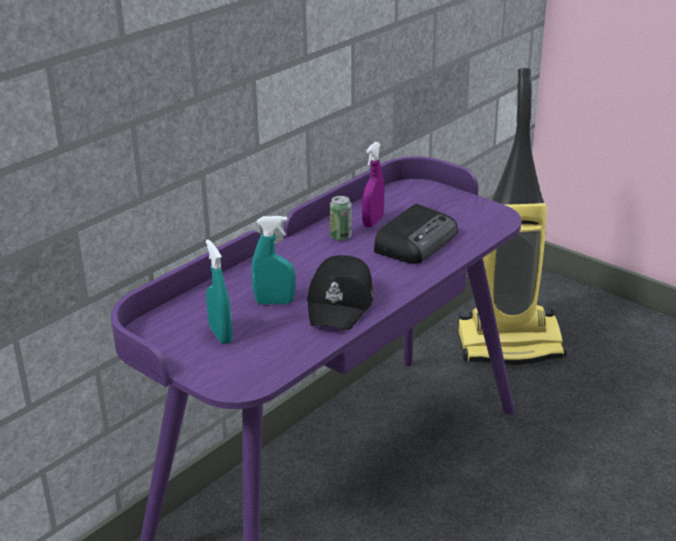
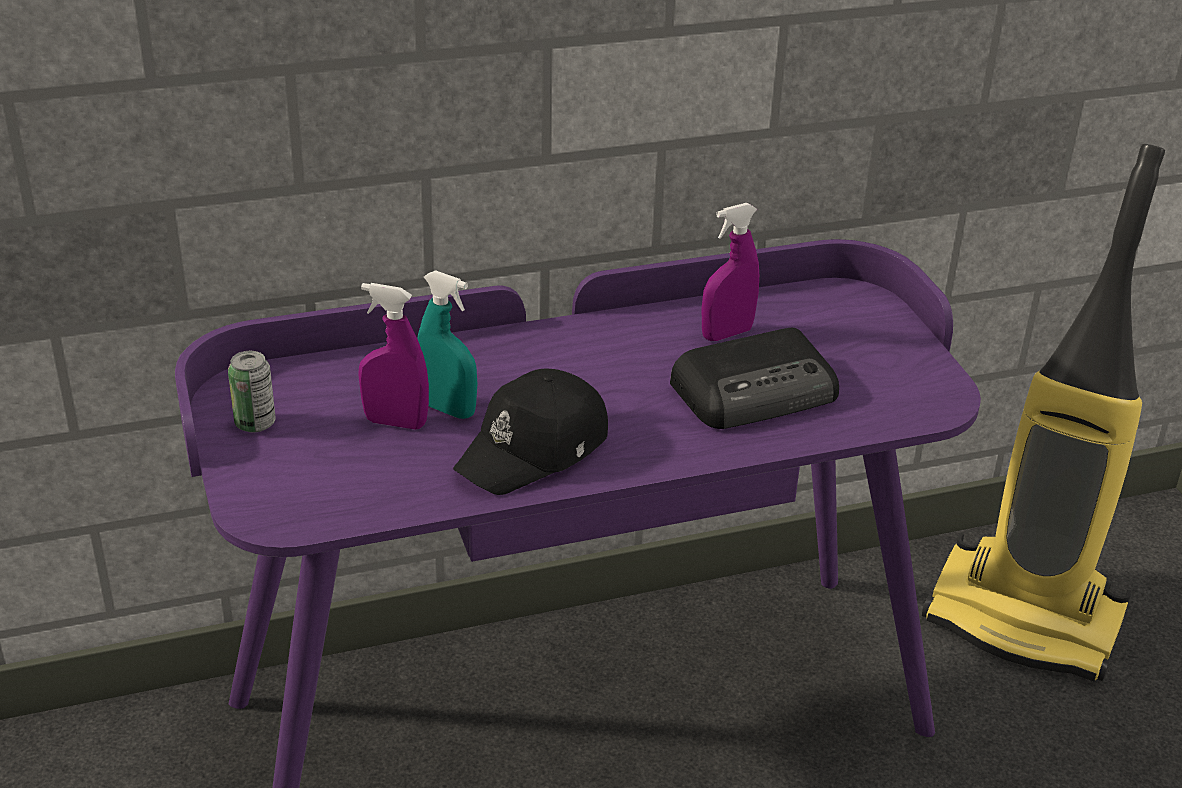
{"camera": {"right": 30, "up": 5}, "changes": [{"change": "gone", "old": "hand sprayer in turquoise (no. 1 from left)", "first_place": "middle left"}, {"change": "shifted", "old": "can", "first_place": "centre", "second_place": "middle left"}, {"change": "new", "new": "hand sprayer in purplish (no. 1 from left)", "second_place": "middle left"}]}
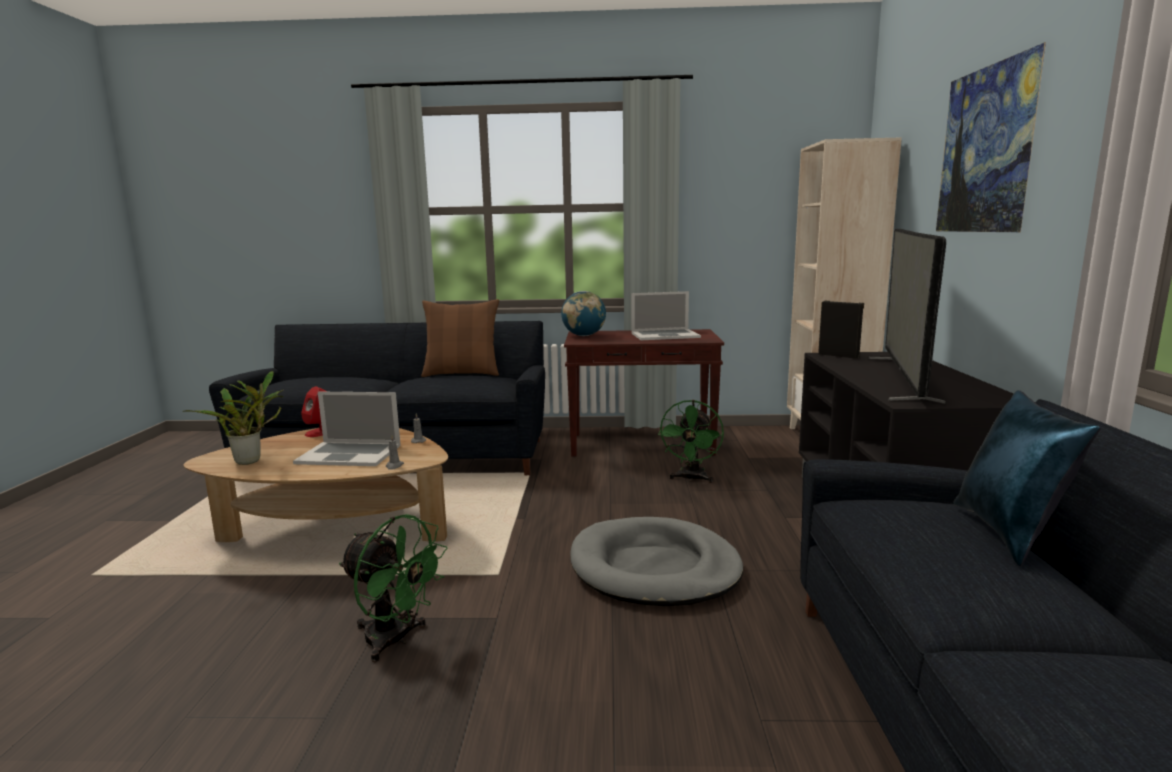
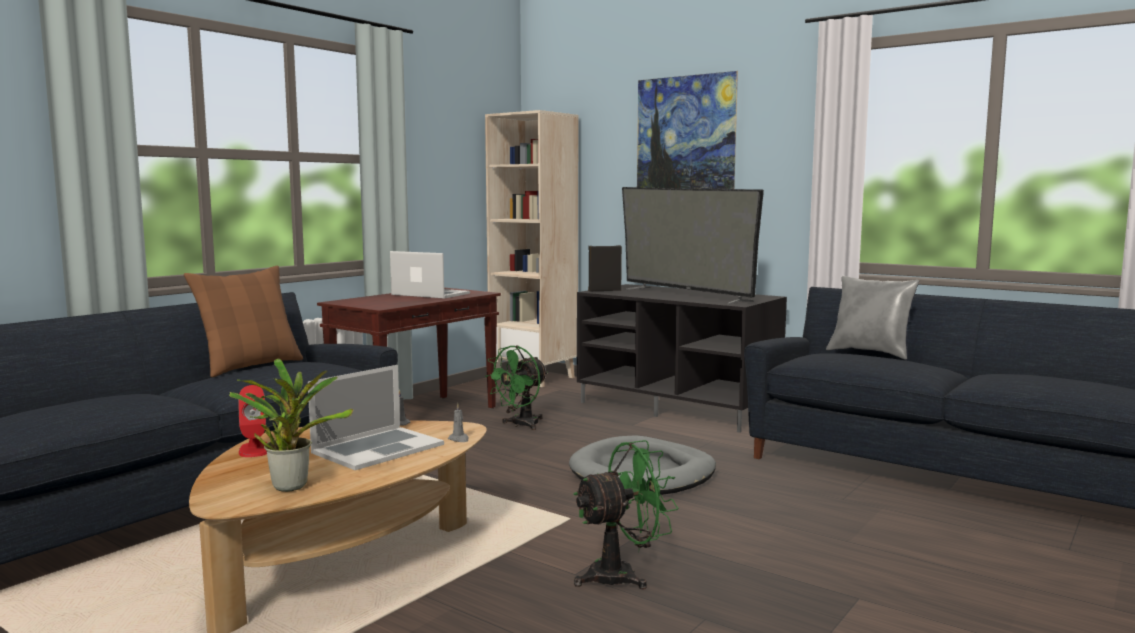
{"camera": {"right": -55, "up": -5}, "changes": [{"change": "gone", "old": "desk globe", "first_place": "centre"}, {"change": "rotated", "old": "notebook computer (no. 2 from left)", "first_place": "centre", "second_place": "centre", "degrees": -90}, {"change": "rotated", "old": "fan in green (no. 2 from left in the first image)", "first_place": "centre", "second_place": "centre", "degrees": 75}, {"change": "repainted", "old": "cushion in blue-coloured", "new": "cushion in greyish", "first_place": "middle right", "second_place": "middle right"}]}
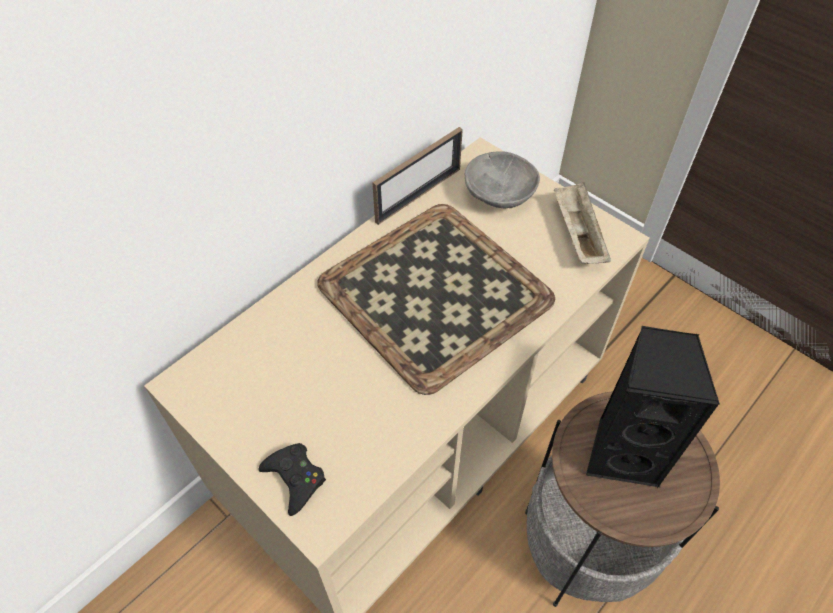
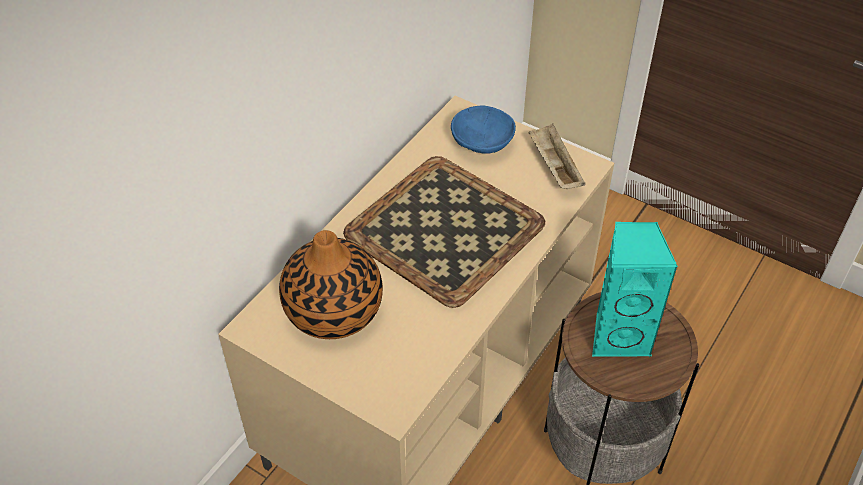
{"camera": {"right": -10, "up": -5}, "changes": [{"change": "gone", "old": "game controller in black", "first_place": "bottom centre"}, {"change": "gone", "old": "standing frame", "first_place": "top centre"}, {"change": "repainted", "old": "deep dish in greyish", "new": "deep dish in blue-coloured", "first_place": "top centre", "second_place": "top centre"}, {"change": "repainted", "old": "audio speaker in black", "new": "audio speaker in turquoise", "first_place": "middle right", "second_place": "middle right"}, {"change": "new", "new": "decorative vase", "second_place": "centre"}]}
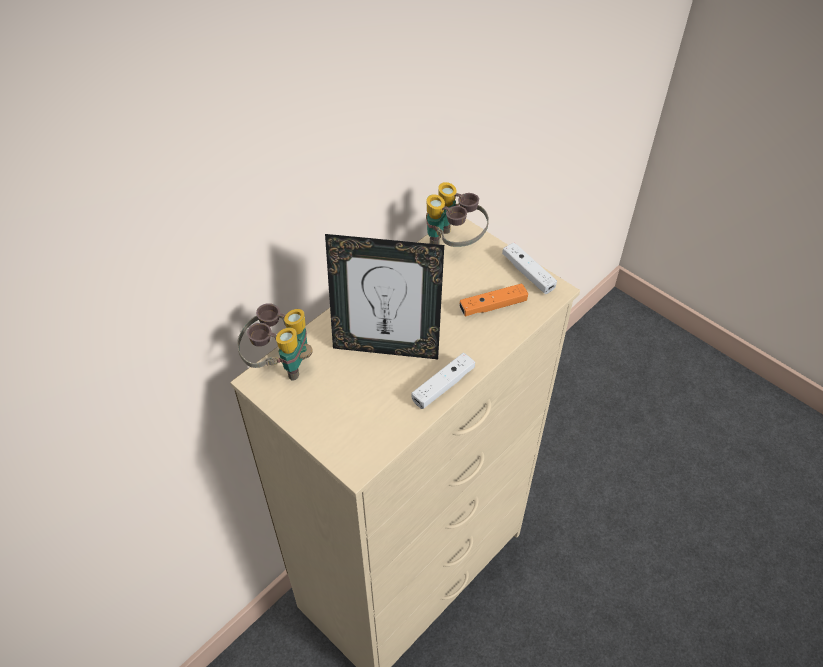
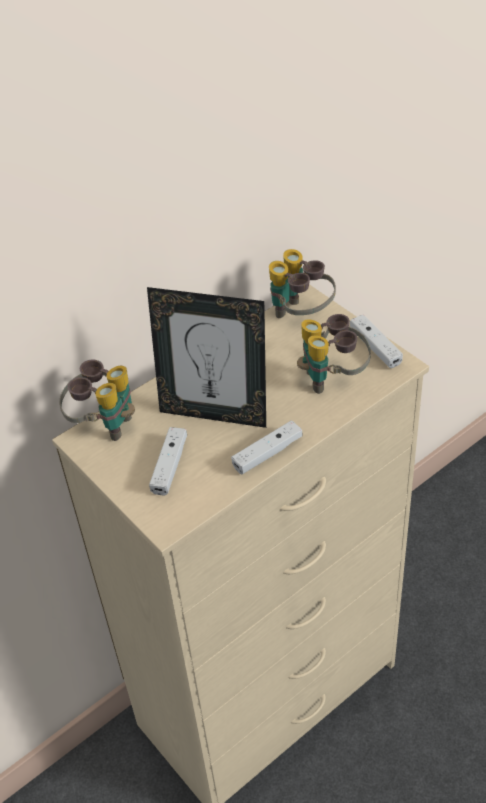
{"camera": {"right": 10, "up": -5}, "changes": [{"change": "swapped", "old": "game controller in orangey", "new": "pair of binoculars (no. 3 from left)", "first_place": "centre", "second_place": "middle right"}, {"change": "new", "new": "game controller in whitish (no. 1 from left)", "second_place": "centre"}]}
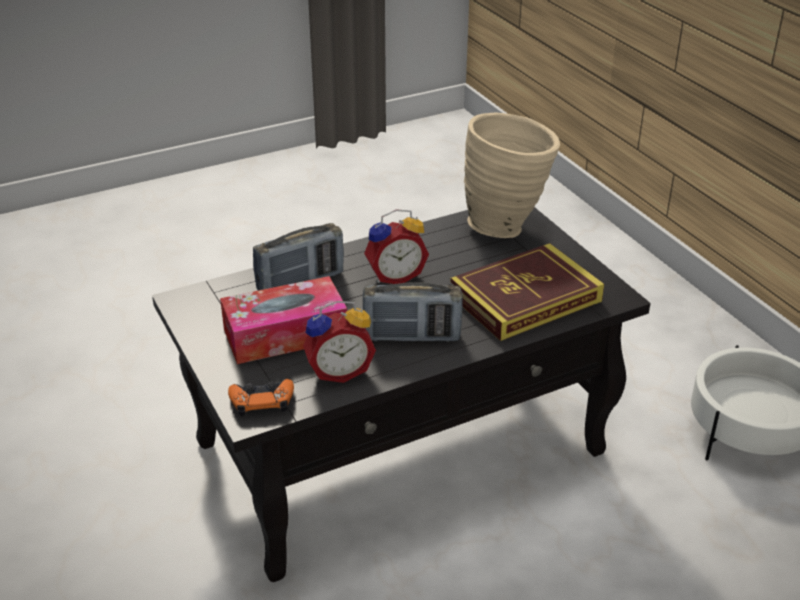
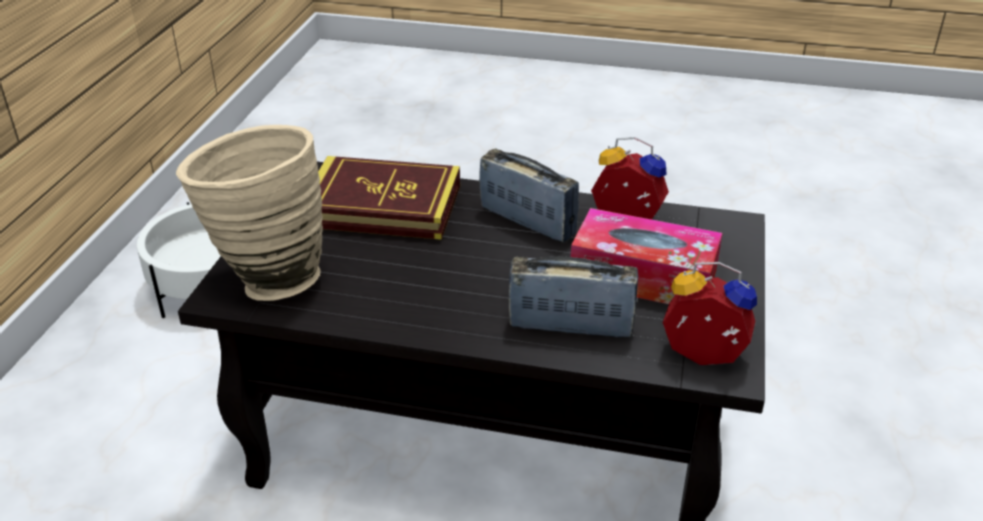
{"camera": {"right": -140, "up": 0}, "changes": [{"change": "gone", "old": "game controller in orangey", "first_place": "middle left"}, {"change": "shifted", "old": "alarm clock (no. 2 from left)", "first_place": "centre", "second_place": "middle right"}]}
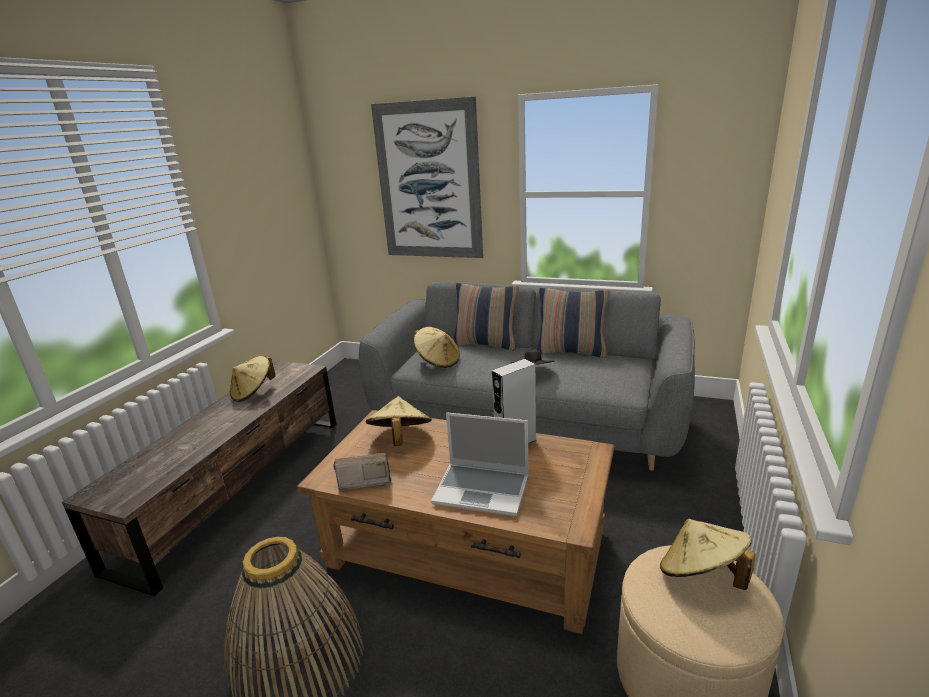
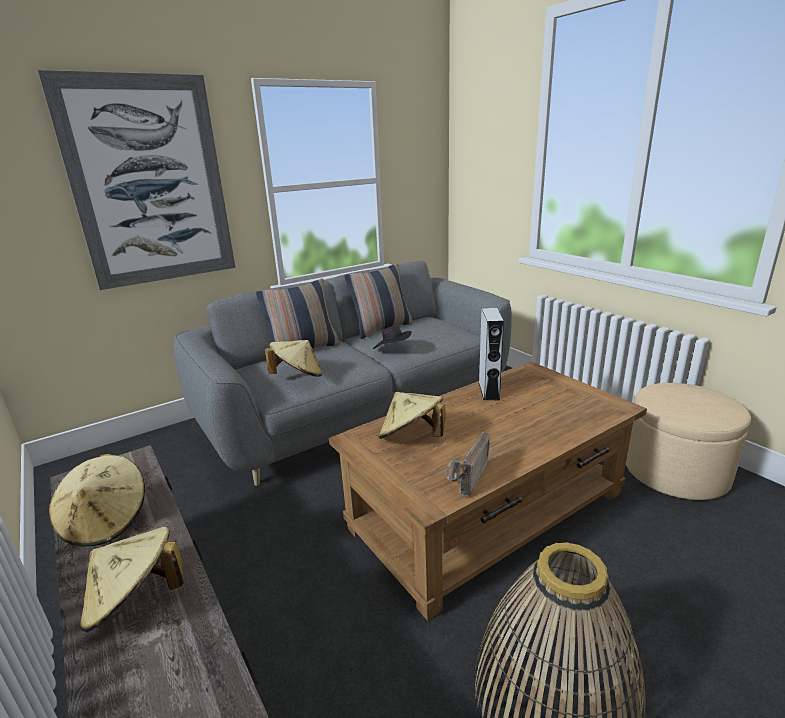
{"camera": {"right": -55, "up": 0}, "changes": [{"change": "gone", "old": "notebook computer", "first_place": "centre"}, {"change": "shifted", "old": "clothing hat in beige-coloured (no. 4 from left in the first image)", "new": "clothing hat in beige-coloured (no. 2 from left)", "first_place": "bottom right", "second_place": "bottom left"}]}
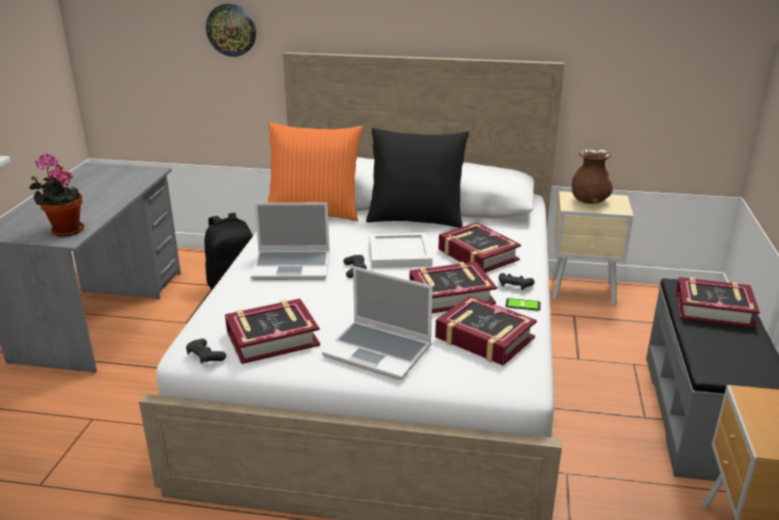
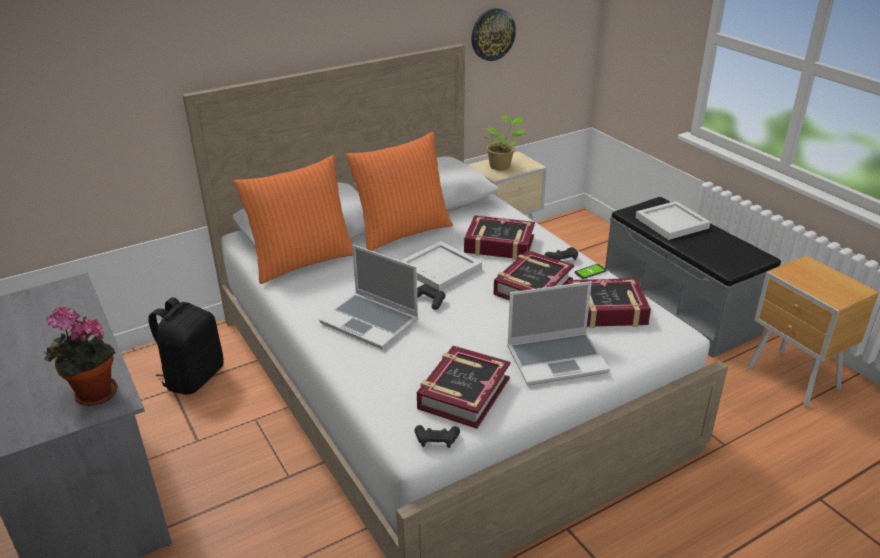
{"camera": {"right": -40, "up": 5}, "changes": [{"change": "shifted", "old": "hanging clock", "first_place": "top left", "second_place": "top centre"}, {"change": "rotated", "old": "notebook computer (no. 1 from left)", "first_place": "centre", "second_place": "centre", "degrees": 75}, {"change": "repainted", "old": "cushion in black", "new": "cushion in orangey (no. 2 from left)", "first_place": "centre", "second_place": "centre"}, {"change": "swapped", "old": "decorative vase in brown-coloured", "new": "houseplant (no. 2 from left)", "first_place": "middle right", "second_place": "top centre"}, {"change": "swapped", "old": "book (no. 5 from left)", "new": "tray in whitish (no. 2 from left)", "first_place": "middle right", "second_place": "middle right"}]}
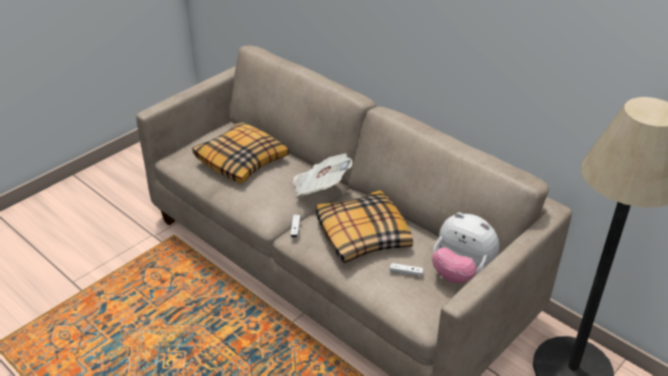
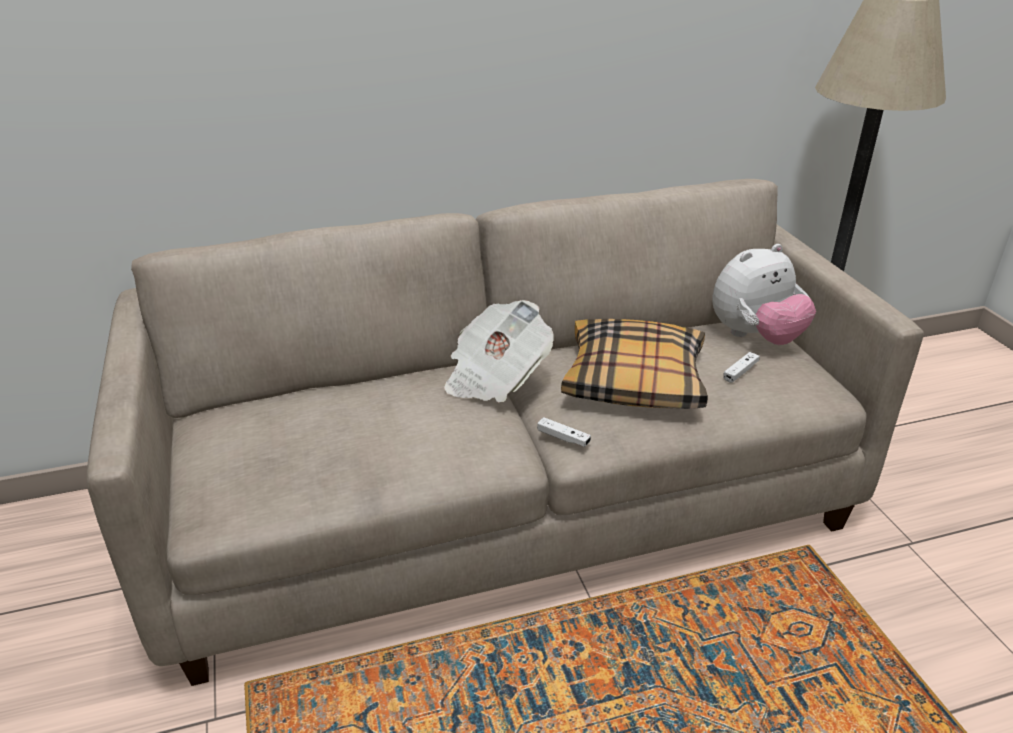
{"camera": {"right": -60, "up": -5}, "changes": [{"change": "gone", "old": "cushion (no. 1 from left)", "first_place": "centre"}]}
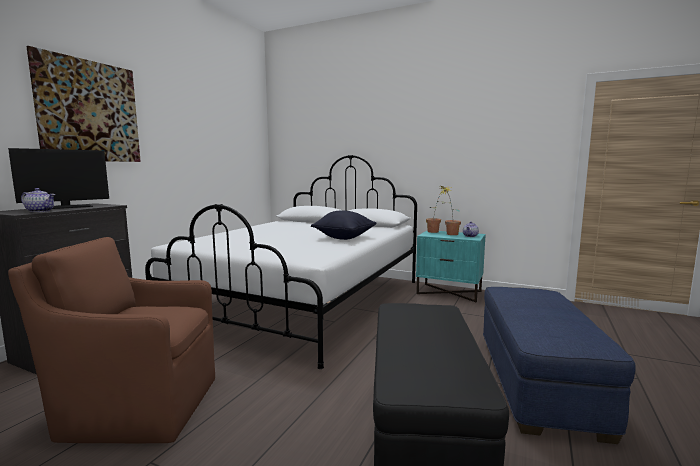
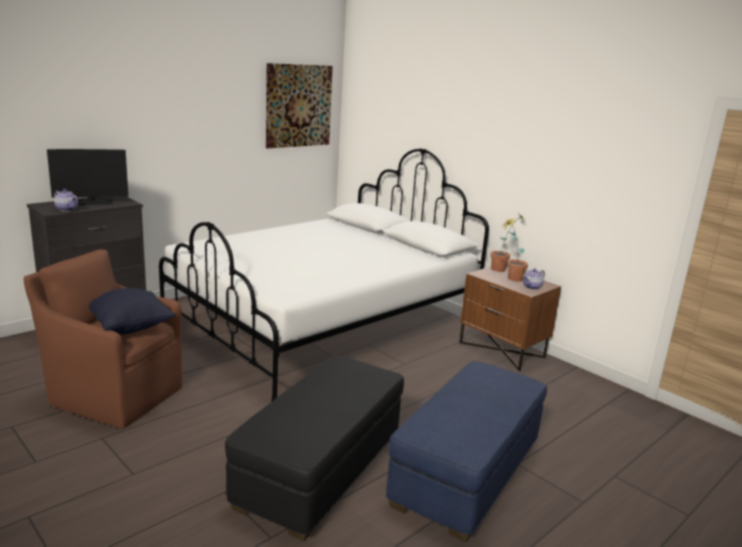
{"camera": {"right": 20, "up": 10}, "changes": [{"change": "shifted", "old": "wall picture", "first_place": "top left", "second_place": "top centre"}, {"change": "shifted", "old": "cushion in black", "first_place": "centre", "second_place": "middle left"}, {"change": "repainted", "old": "bedside table in turquoise", "new": "bedside table in brown-coloured", "first_place": "centre", "second_place": "middle right"}]}
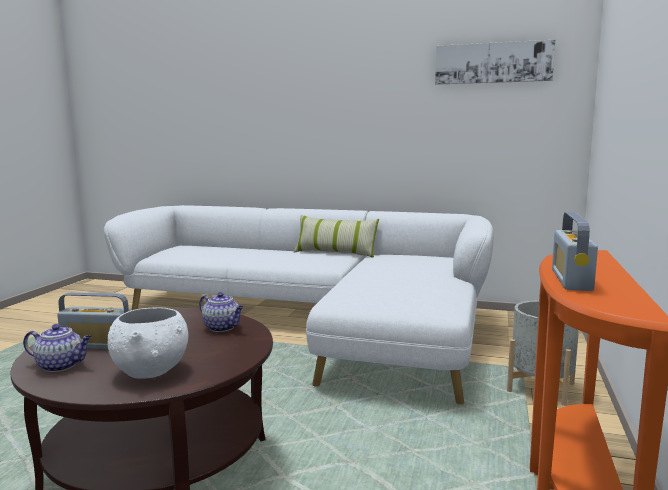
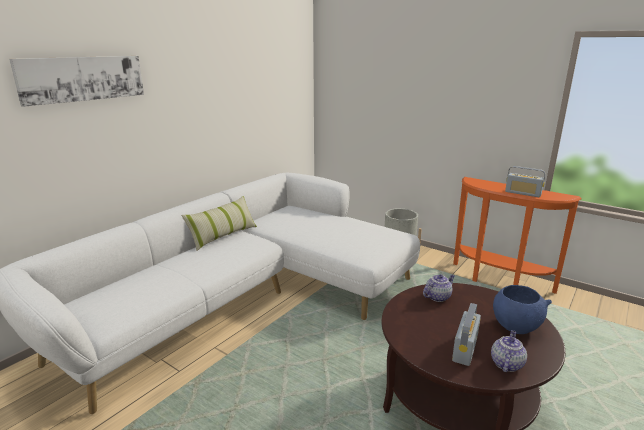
{"camera": {"right": -70, "up": 10}, "changes": [{"change": "repainted", "old": "deep dish in whitish", "new": "deep dish in blue-coloured", "first_place": "bottom left", "second_place": "bottom right"}, {"change": "shifted", "old": "wall picture", "first_place": "top right", "second_place": "top left"}]}
